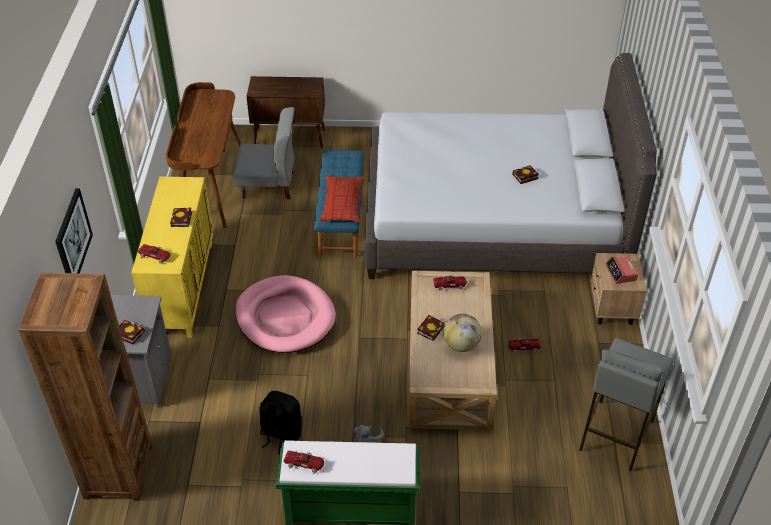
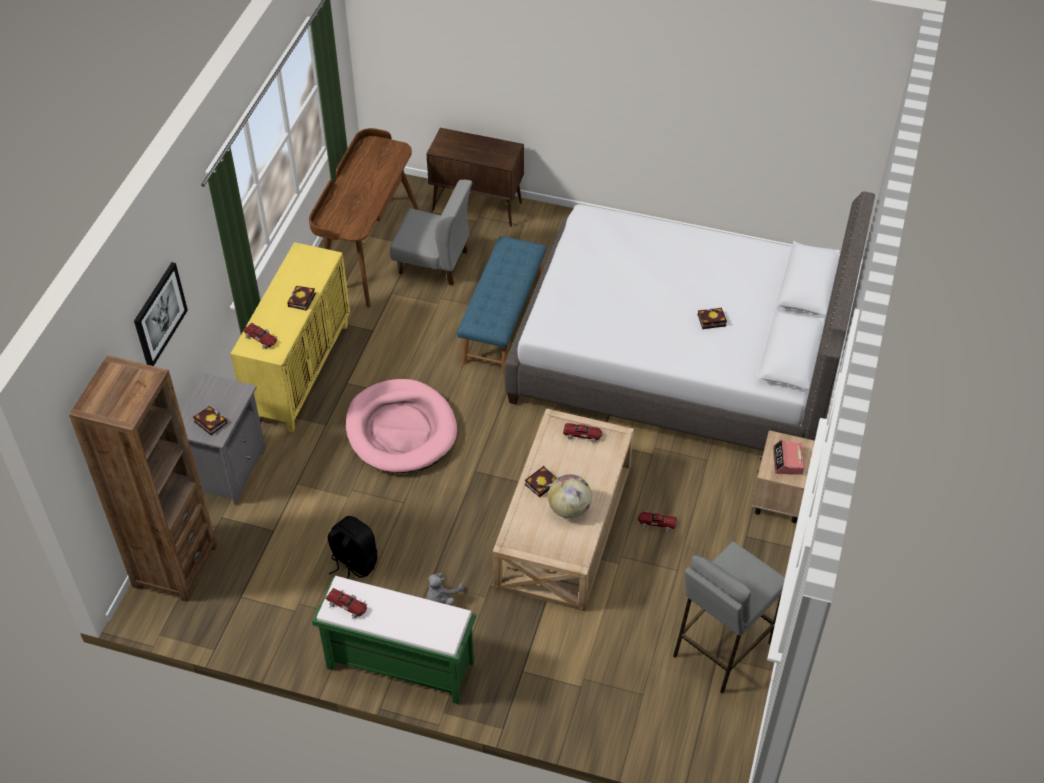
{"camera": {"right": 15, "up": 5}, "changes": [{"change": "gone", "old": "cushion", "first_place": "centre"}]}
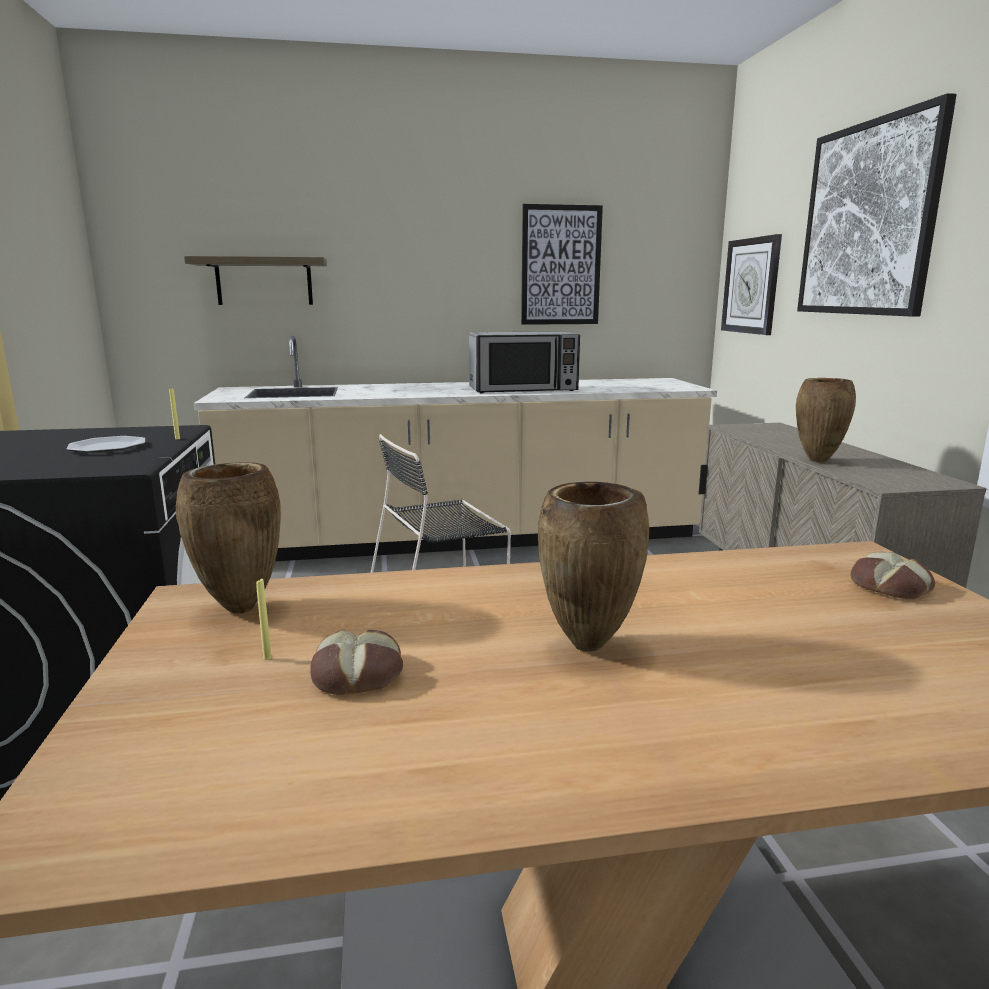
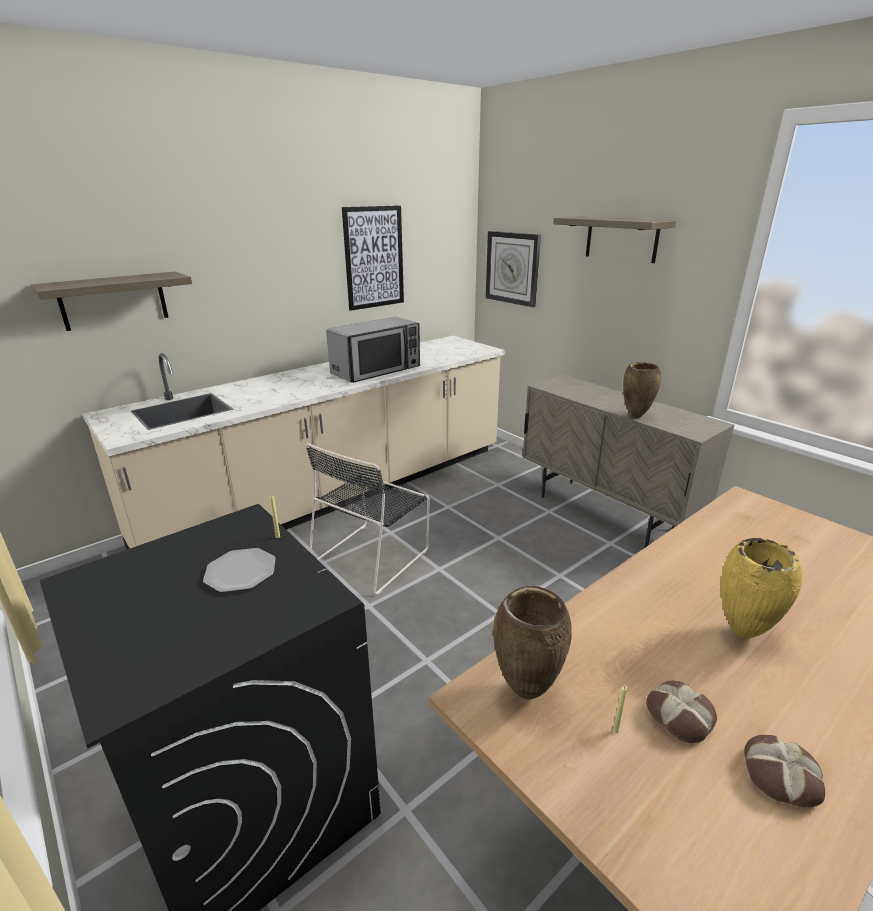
{"camera": {"right": -30, "up": 10}, "changes": [{"change": "repainted", "old": "decorative vase in brown-coloured (no. 2 from left)", "new": "decorative vase in yellow", "first_place": "centre", "second_place": "middle right"}, {"change": "swapped", "old": "wall picture (no. 2 from left)", "new": "wall shelf (no. 2 from left)", "first_place": "top right", "second_place": "top right"}, {"change": "shifted", "old": "bread (no. 2 from left)", "first_place": "middle right", "second_place": "bottom right"}]}
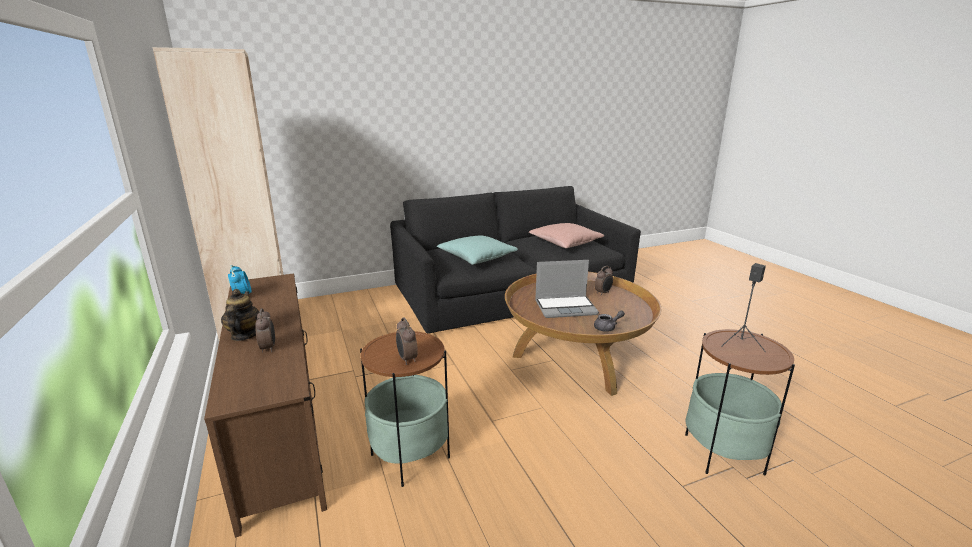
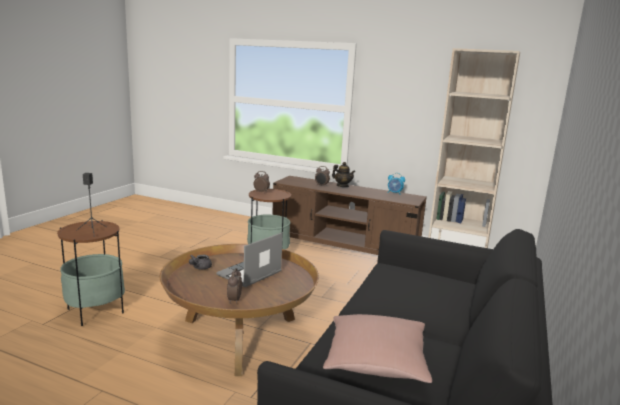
{"camera": {"right": 135, "up": -5}, "changes": [{"change": "gone", "old": "cushion in turquoise", "first_place": "centre"}]}
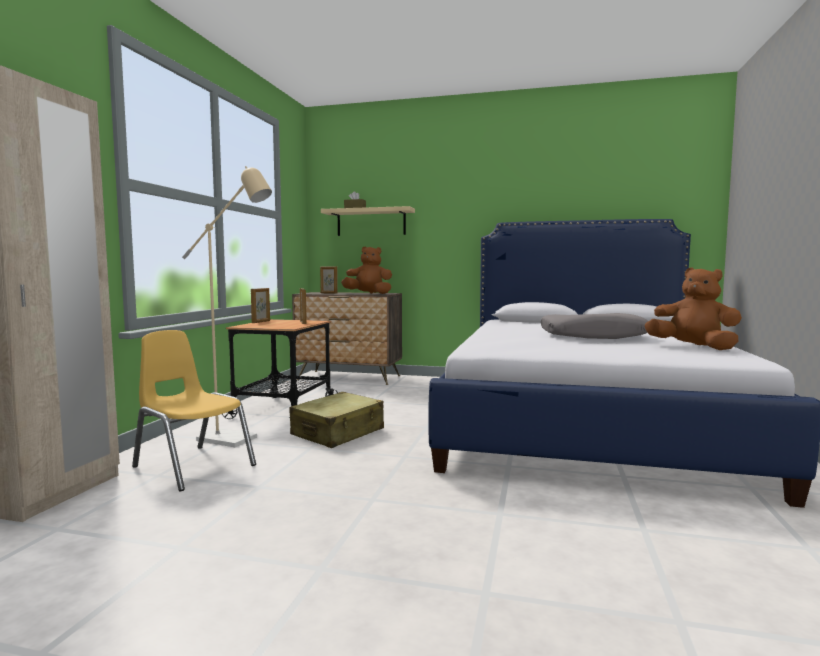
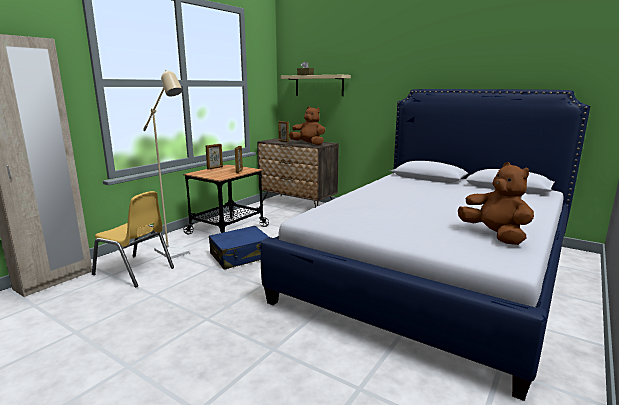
{"camera": {"right": 20, "up": 10}, "changes": [{"change": "rotated", "old": "chair in yellow", "first_place": "middle left", "second_place": "middle left", "degrees": 150}, {"change": "repainted", "old": "travel case in beige-coloured", "new": "travel case in blue-coloured", "first_place": "centre", "second_place": "centre"}, {"change": "gone", "old": "cushion in greyish", "first_place": "middle right"}]}
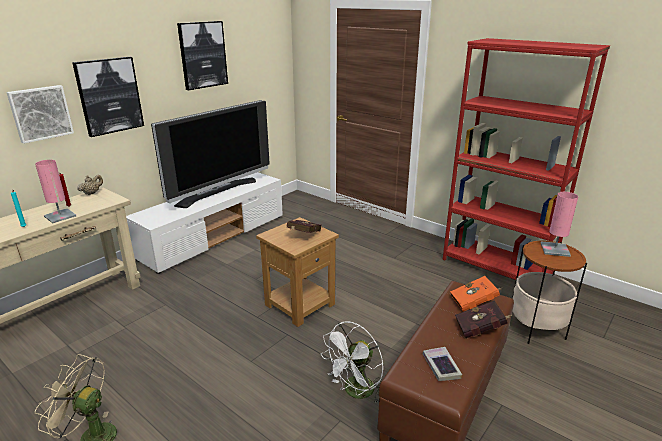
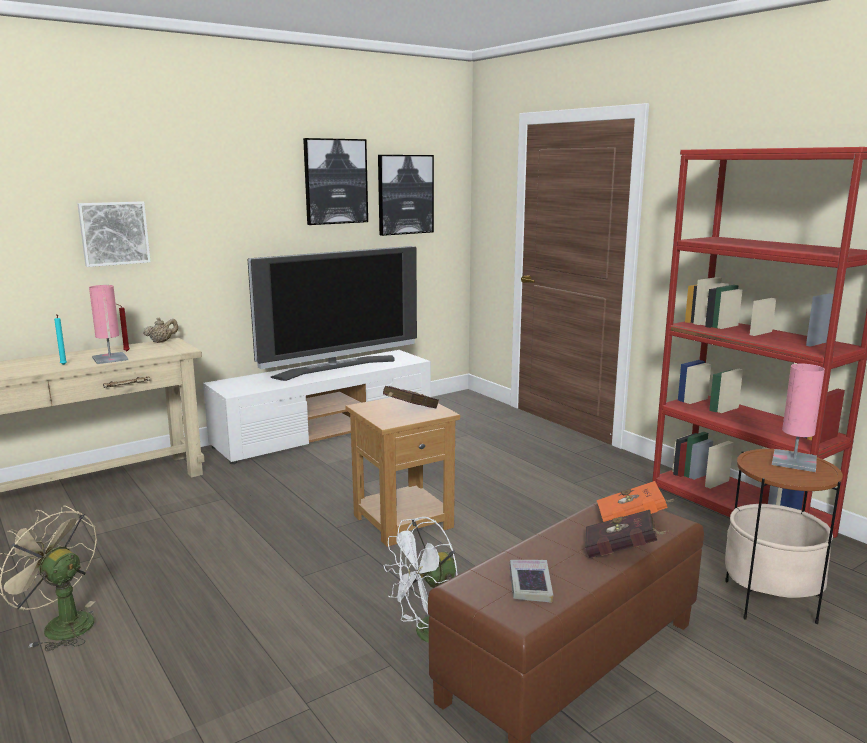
{"camera": {"right": 15, "up": -10}, "changes": [{"change": "shifted", "old": "wall picture (no. 2 from left in the first image)", "new": "wall picture (no. 3 from left)", "first_place": "top left", "second_place": "top centre"}]}
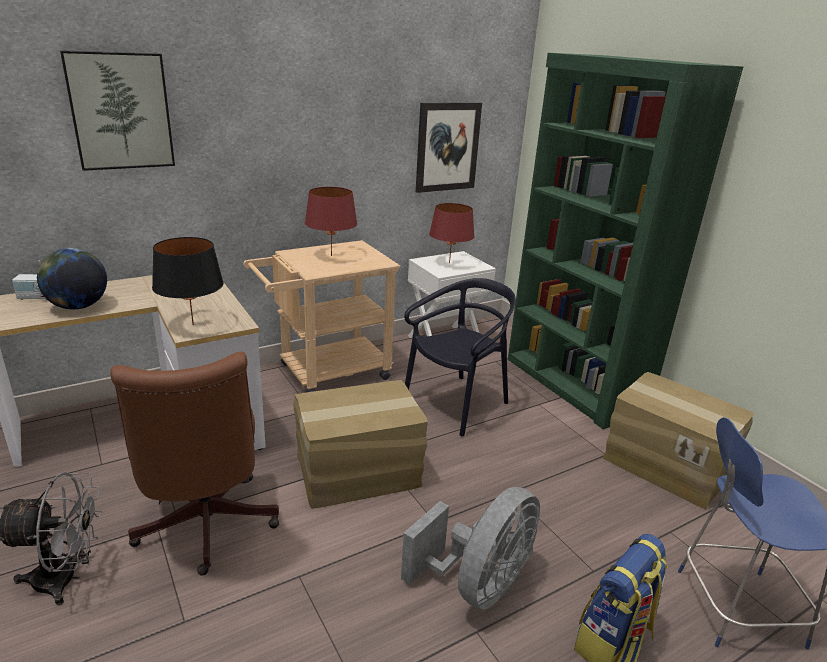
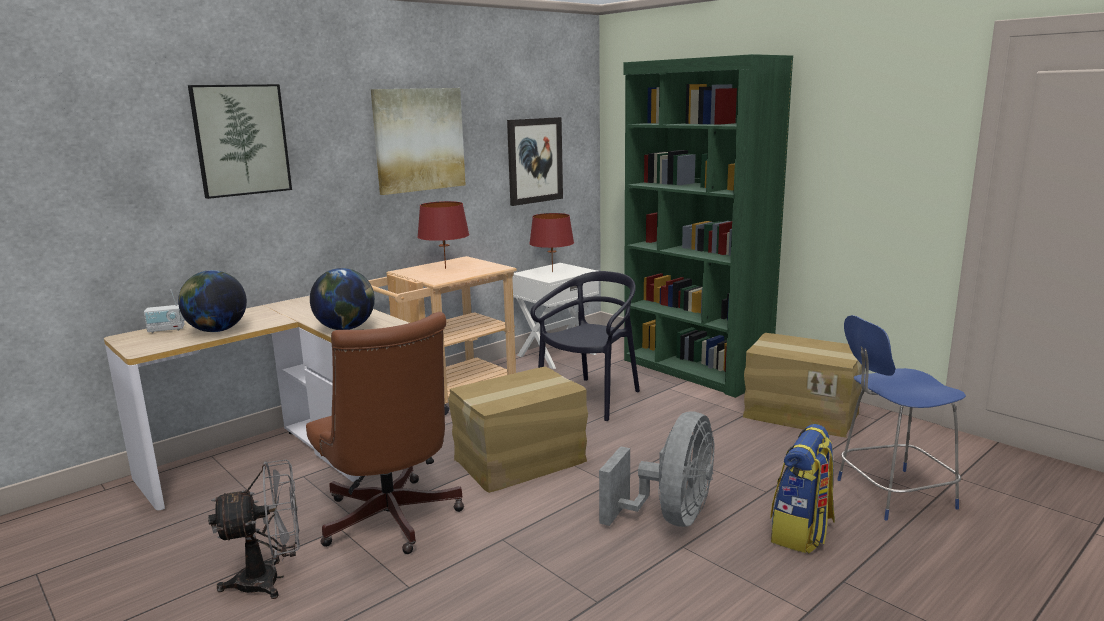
{"camera": {"right": -10, "up": -10}, "changes": [{"change": "swapped", "old": "tabletop lamp in black", "new": "desk globe (no. 2 from left)", "first_place": "middle left", "second_place": "middle left"}, {"change": "new", "new": "wall picture (no. 2 from left)", "second_place": "top centre"}]}
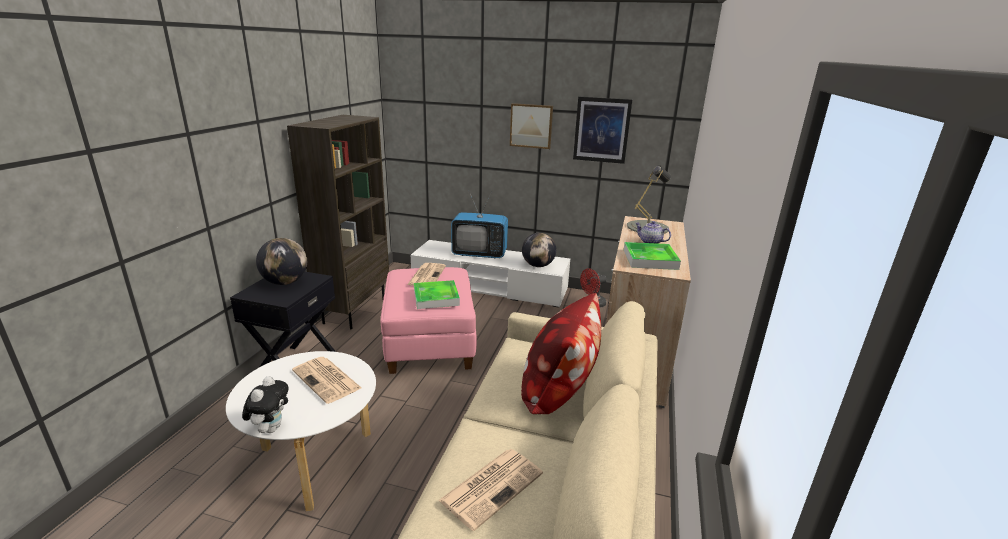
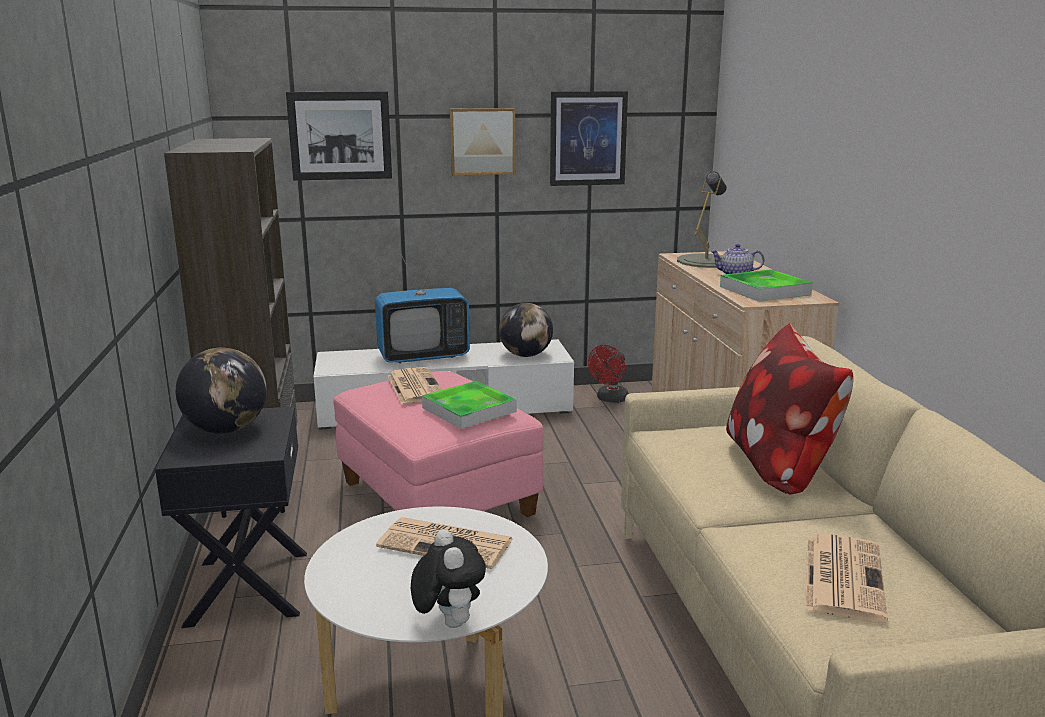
{"camera": {"right": -25, "up": -5}, "changes": [{"change": "new", "new": "wall picture (no. 1 from left)", "second_place": "top left"}]}
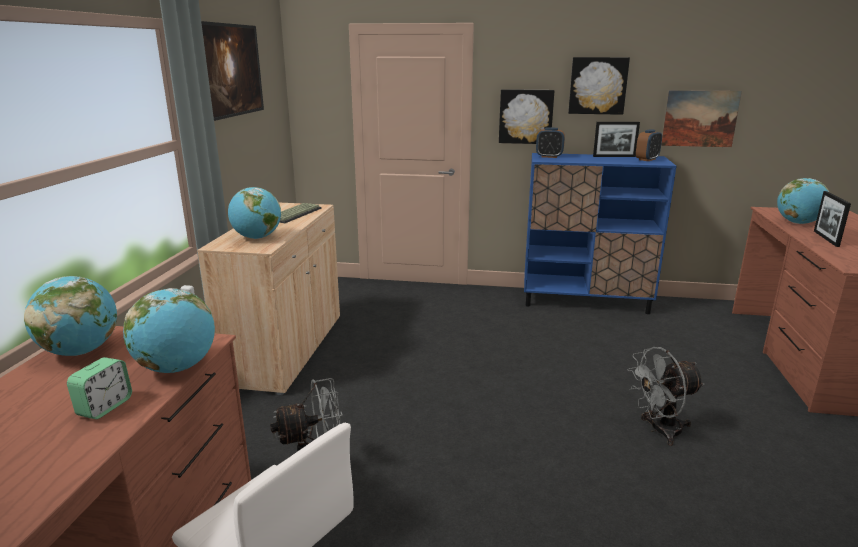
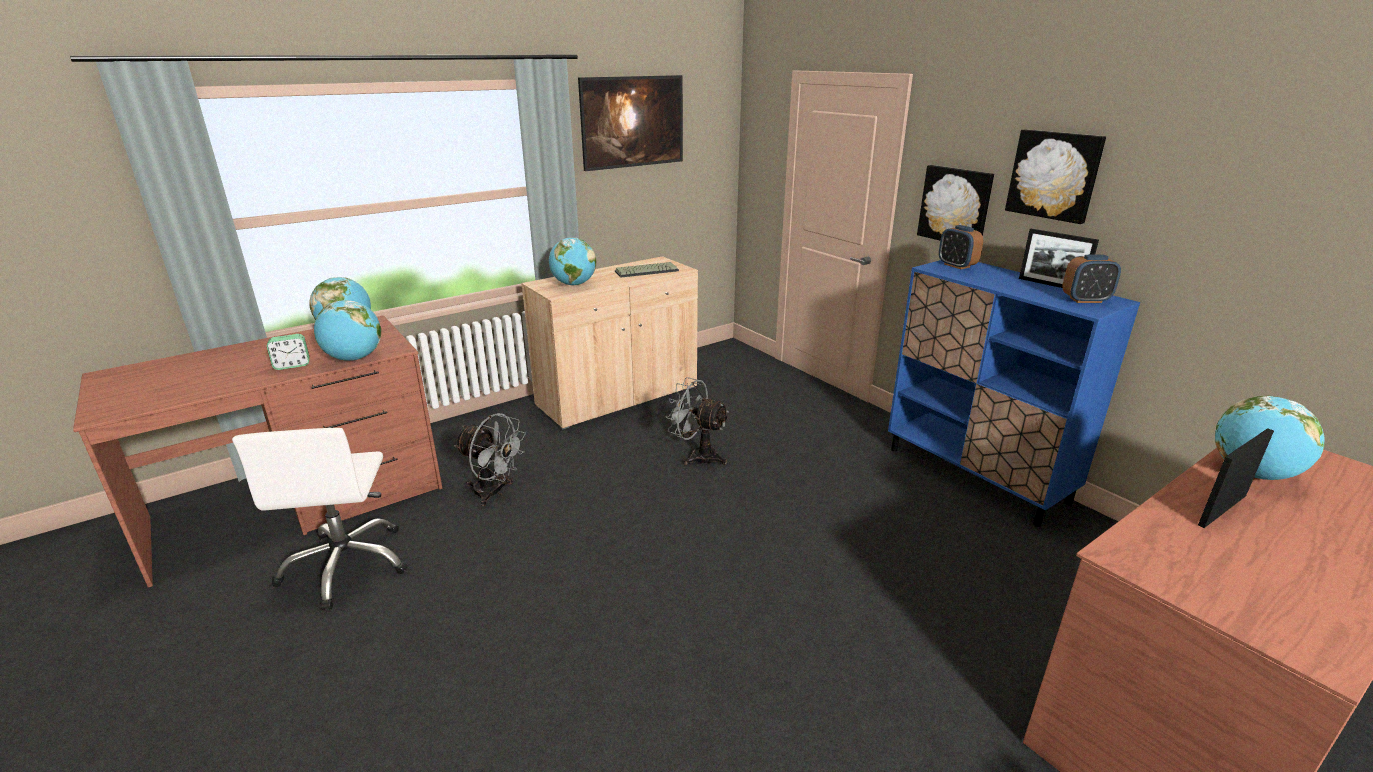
{"camera": {"right": 45, "up": 5}, "changes": [{"change": "shifted", "old": "fan in greyish (no. 2 from left)", "first_place": "bottom right", "second_place": "centre"}, {"change": "gone", "old": "wall picture (no. 4 from left)", "first_place": "top right"}]}
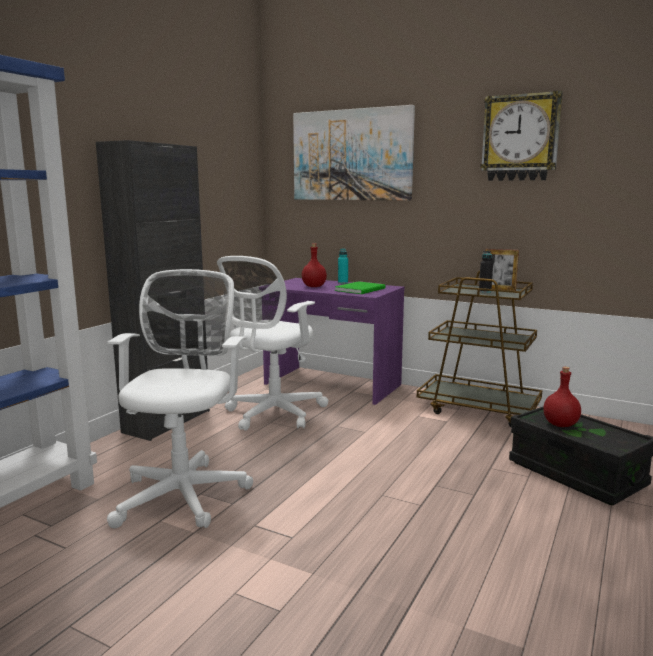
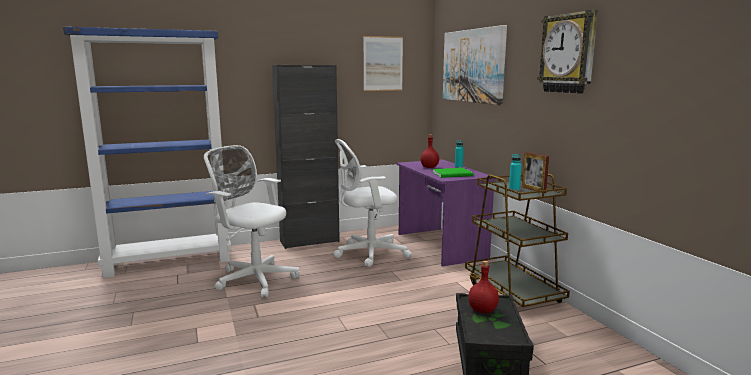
{"camera": {"right": 40, "up": 0}, "changes": [{"change": "rotated", "old": "computer chair in whitish (no. 1 from left)", "first_place": "middle left", "second_place": "centre", "degrees": -105}, {"change": "repainted", "old": "beverage bottle in black", "new": "beverage bottle in turquoise (no. 2 from left)", "first_place": "middle right", "second_place": "middle right"}, {"change": "new", "new": "wall picture (no. 1 from left)", "second_place": "top centre"}]}
